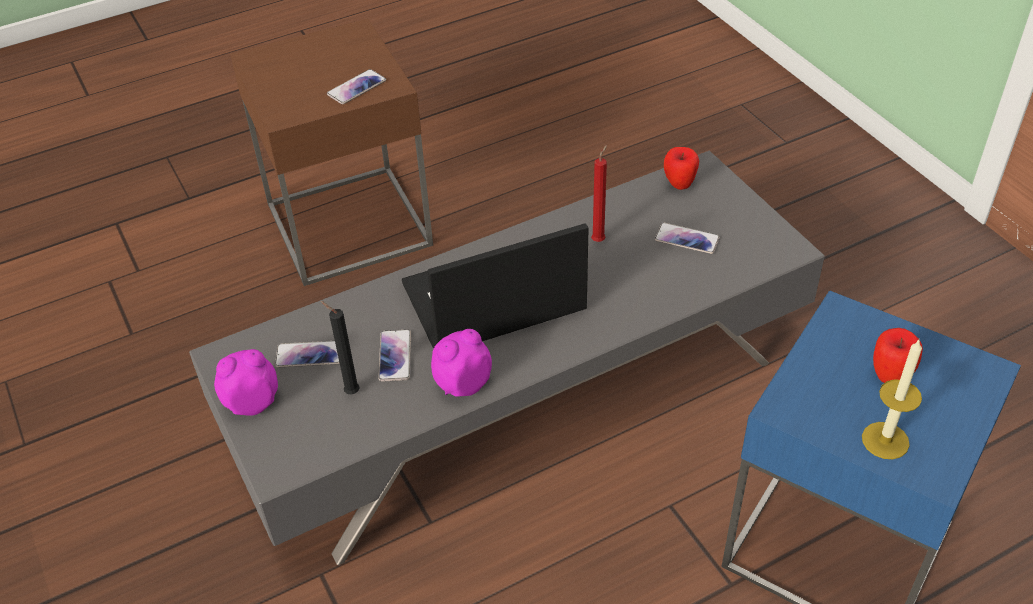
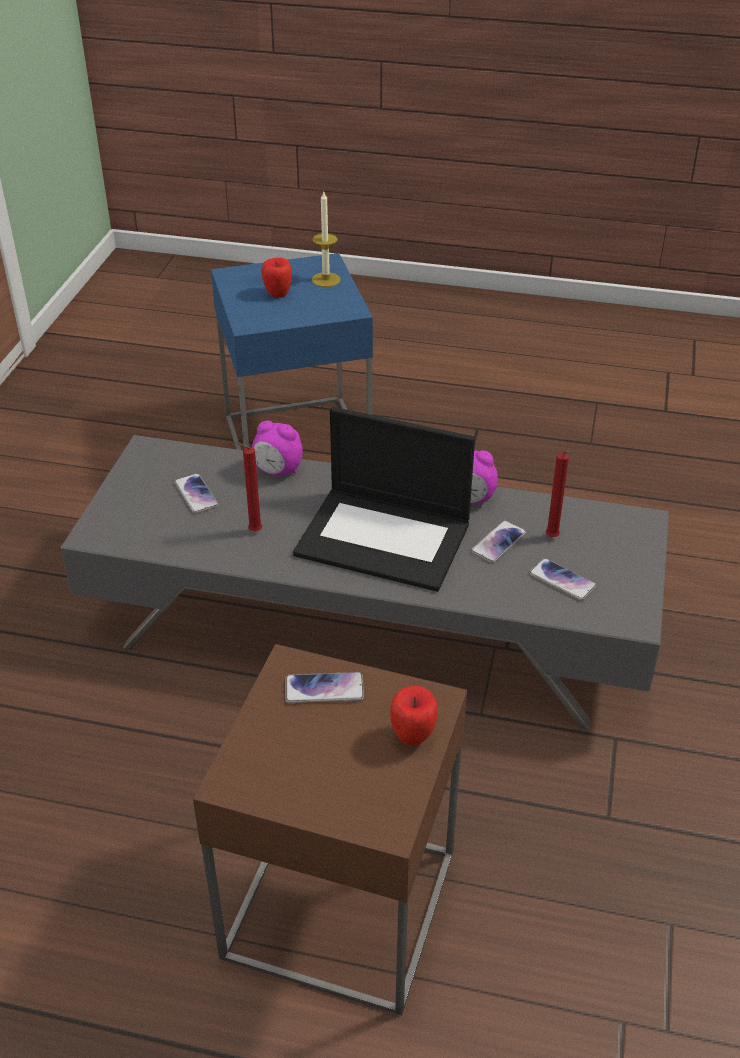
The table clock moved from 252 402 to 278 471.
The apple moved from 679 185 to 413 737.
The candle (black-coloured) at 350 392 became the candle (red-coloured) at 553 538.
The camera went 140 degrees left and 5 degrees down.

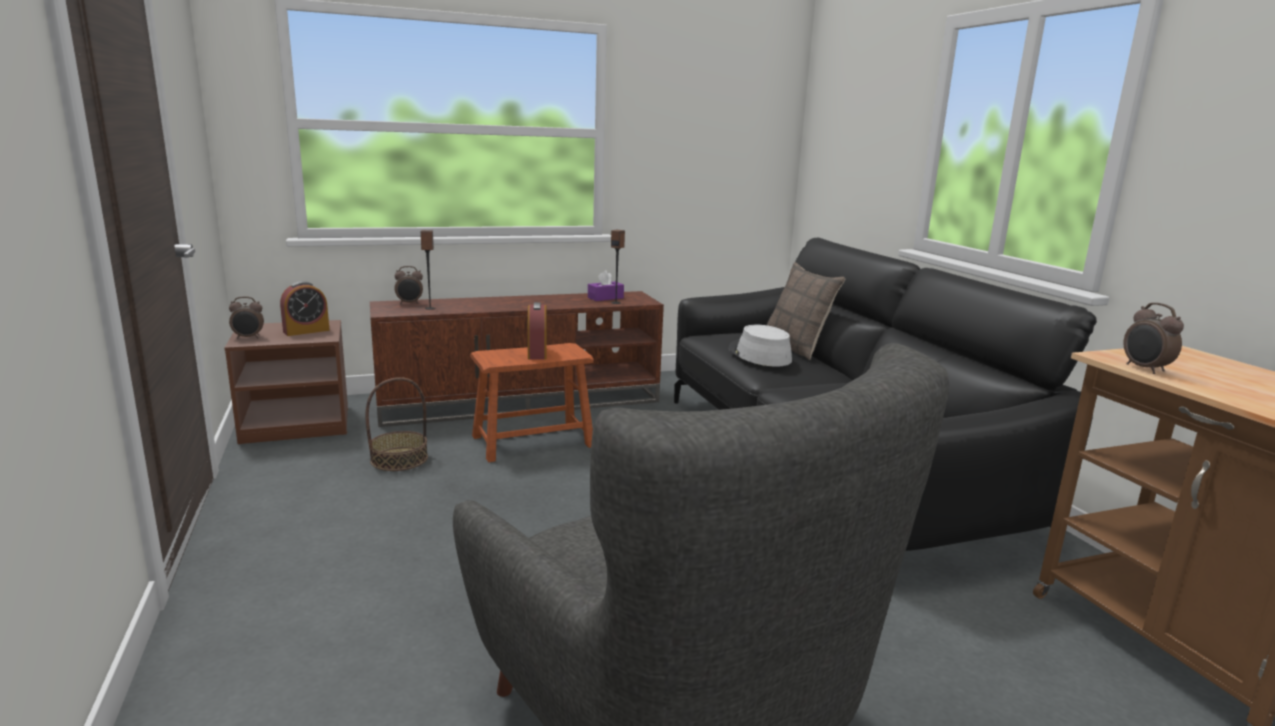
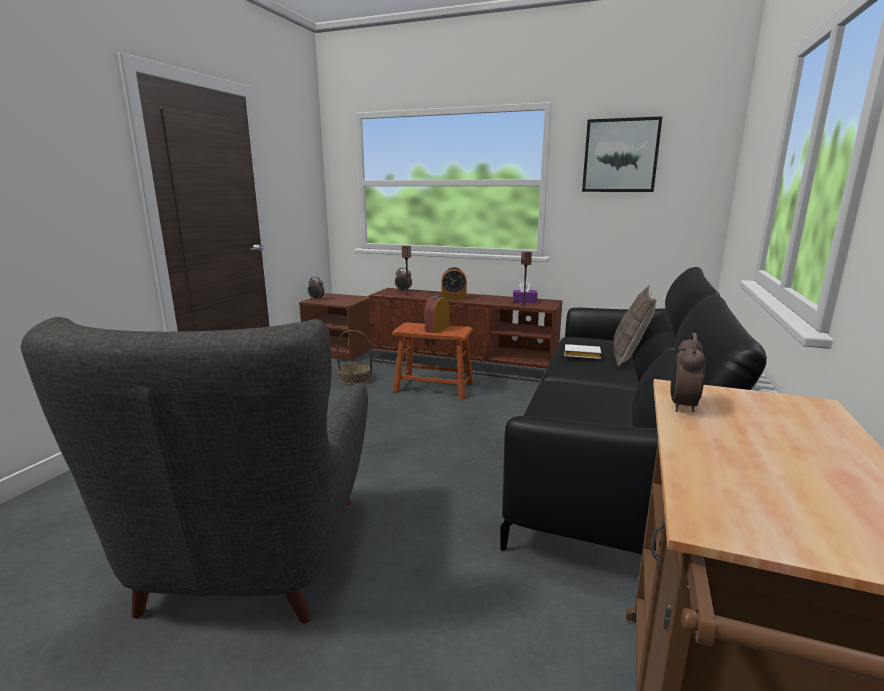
The table clock moved from 306 331 to 453 298.
The wearable hat (grey) at 759 355 was replaced by the book (white) at 580 355.
The wall art at 620 156 appeared.
The camera went 40 degrees right and 0 degrees up.

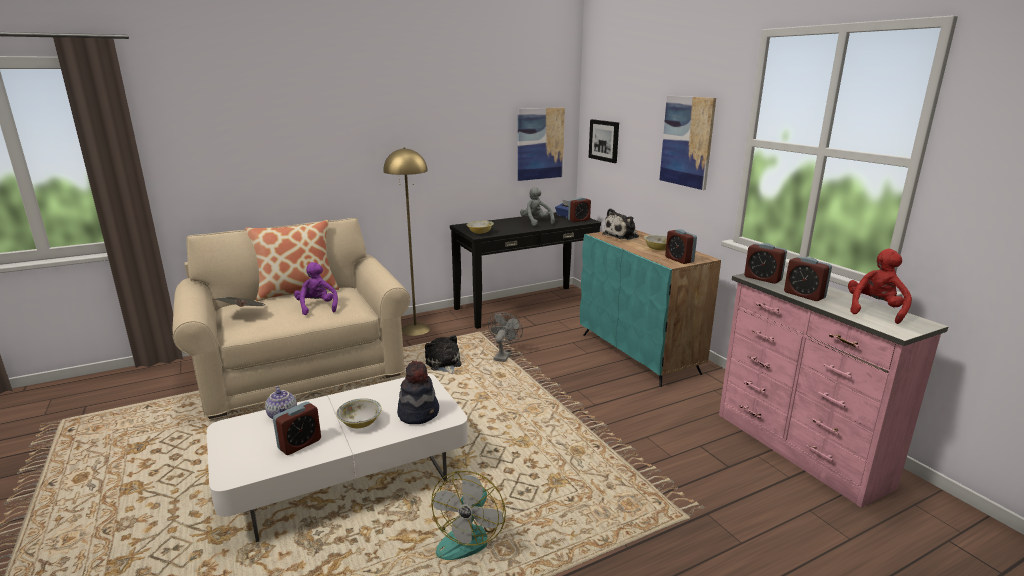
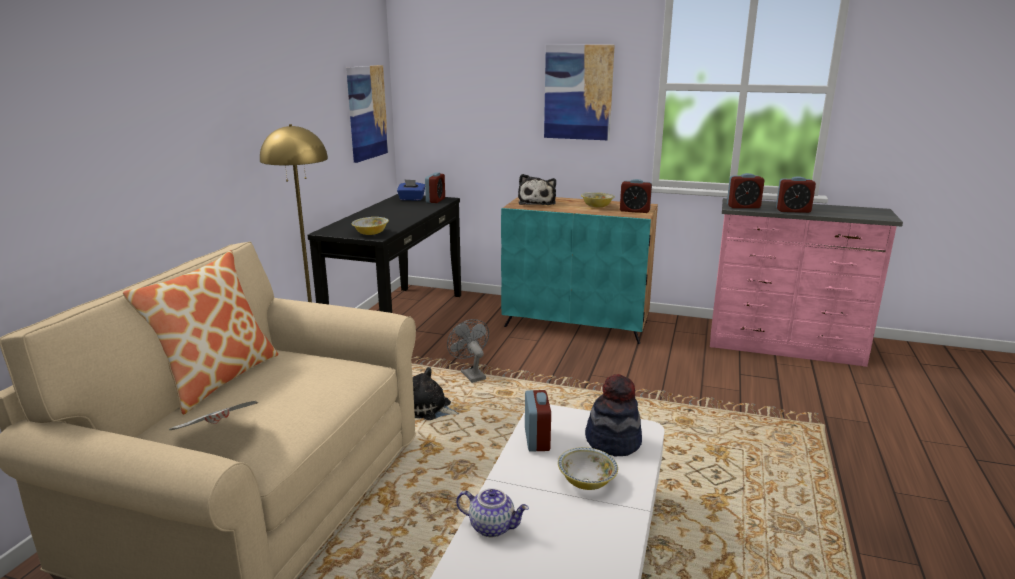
The table clock moved from 300 444 to 537 439.
The plush toy (purple-coloured) at 317 307 disappeared.
The cooling fan at 467 535 disappeared.
The plush toy (grey) at 536 222 disappeared.
The wall art at 604 140 disappeared.
The plush toy (red-coloured) at 874 310 disappeared.
The camera went 45 degrees left and 0 degrees up.

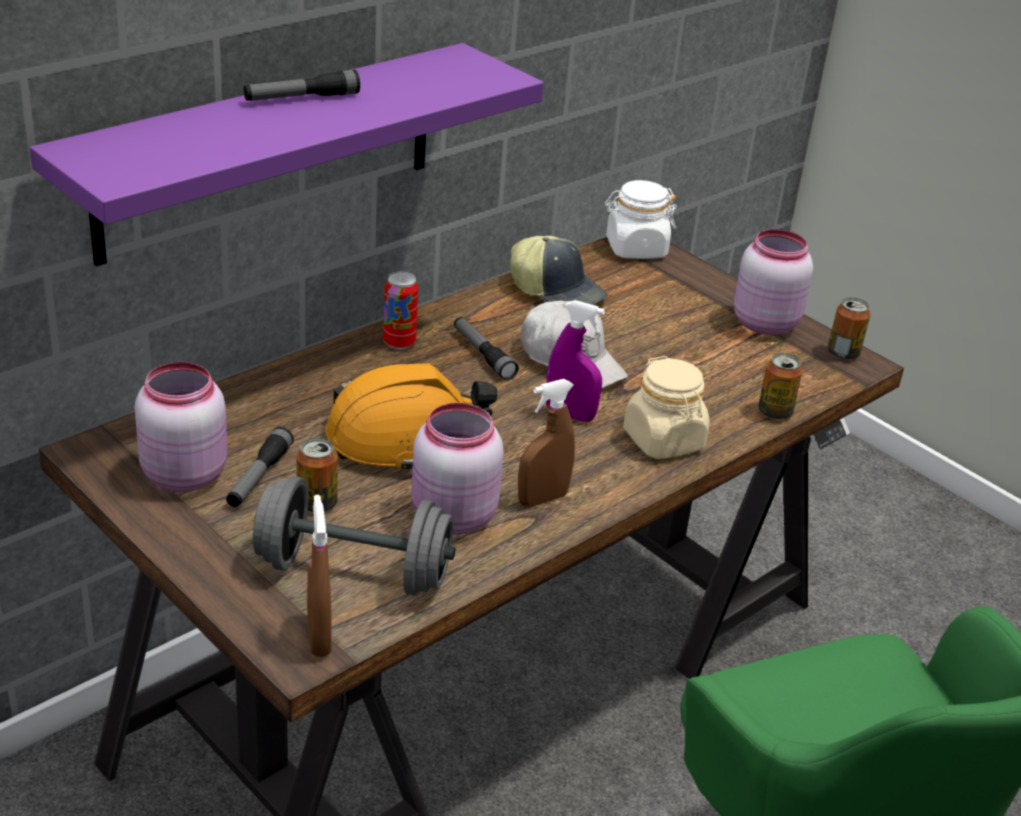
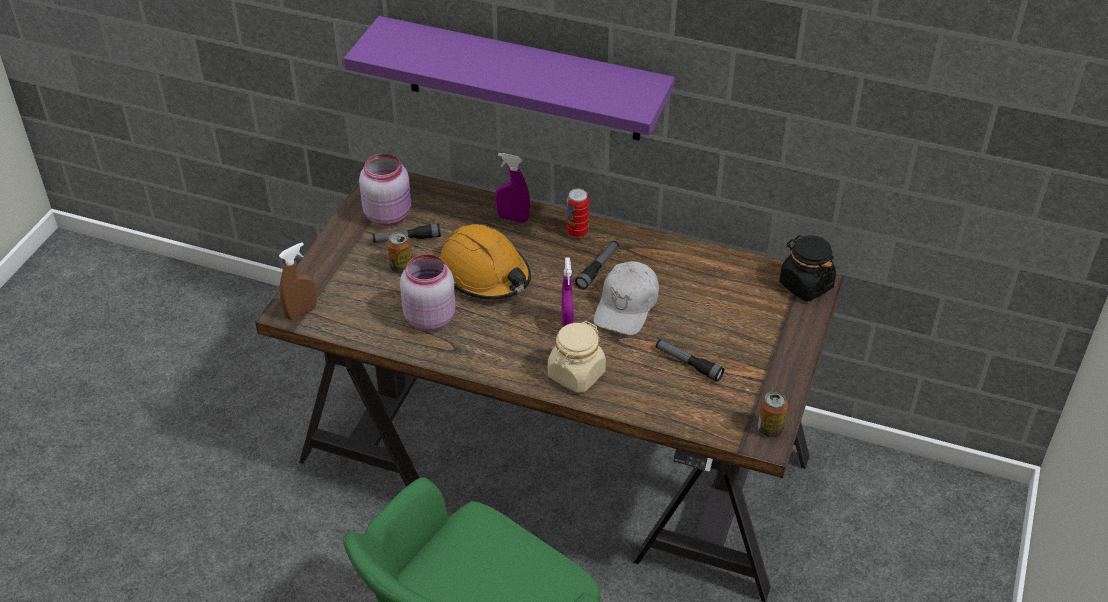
The hand sprayer (purple-coloured) at 513 218 appeared.
The hand torch moved from 301 98 to 688 364.
The preserve jar (white) at 635 249 became the preserve jar (black-coloured) at 805 285.
The dumbbell (grey) at 353 571 disappeared.
The cap at 557 292 disappeared.
The hand sprayer (brownish) at 542 499 disappeared.
The preserve jar (pink-coloured) at 763 323 disappeared.
The can at 774 412 disappeared.
The camera went 65 degrees right and 10 degrees up.

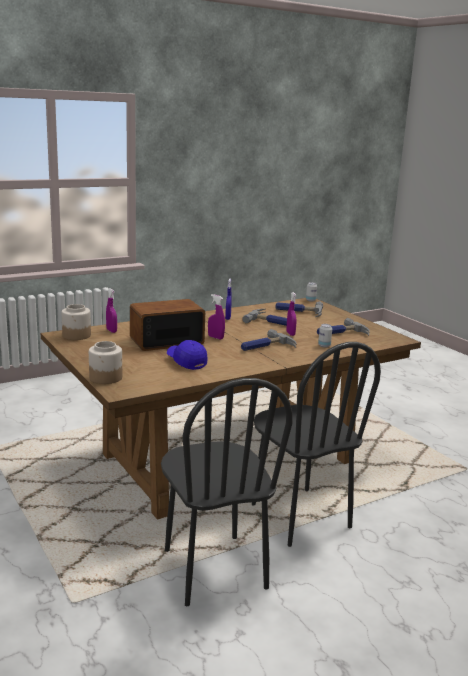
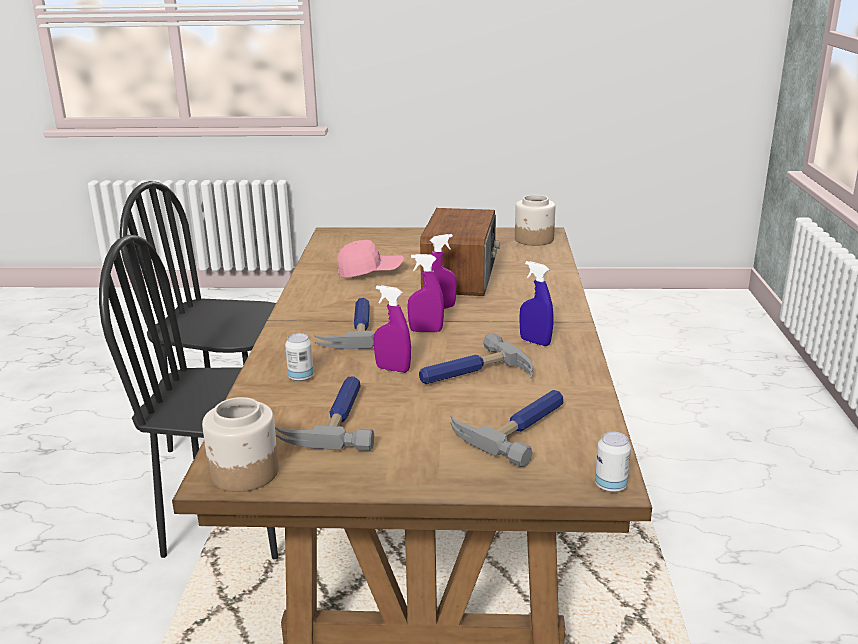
The preserve jar moved from 106 378 to 244 473.
The cap (blue) at 186 362 became the cap (pink-coloured) at 370 272.
The hand sprayer (purple-coloured) moved from 111 331 to 426 331.
The camera went 125 degrees right and 5 degrees up.

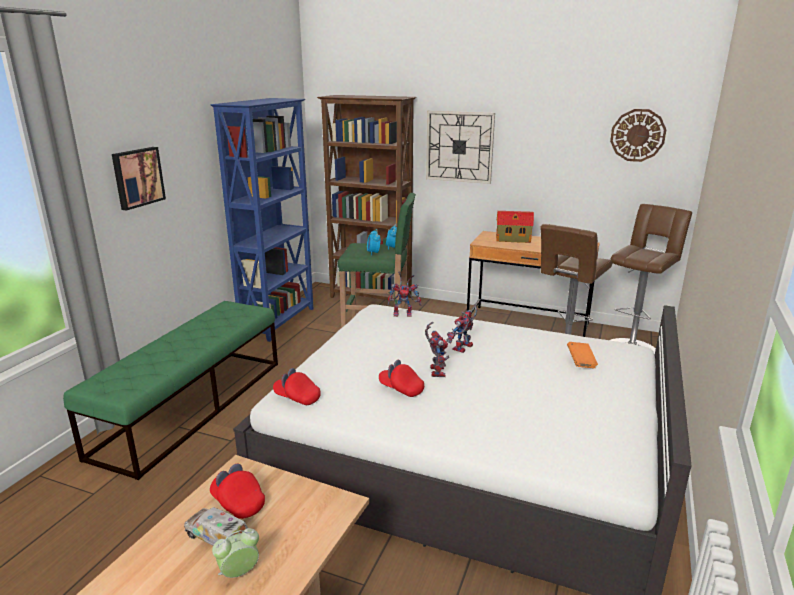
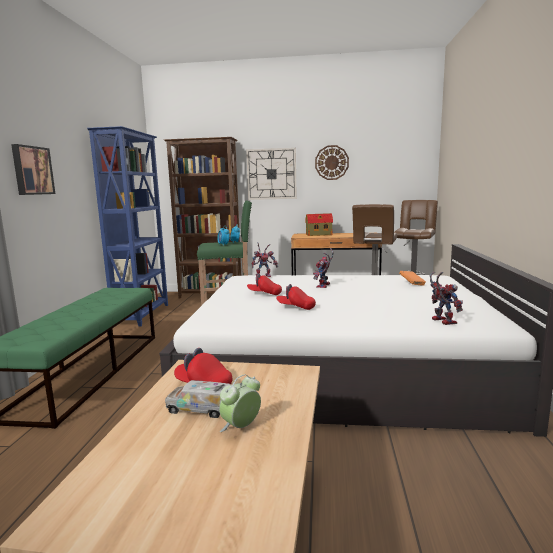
The cap (red-coloured) moved from 297 397 to 264 294.
The clock on the wall moved from 637 135 to 331 162.
The robot figure moved from 435 370 to 440 321.
The camera went 15 degrees left and 10 degrees down.

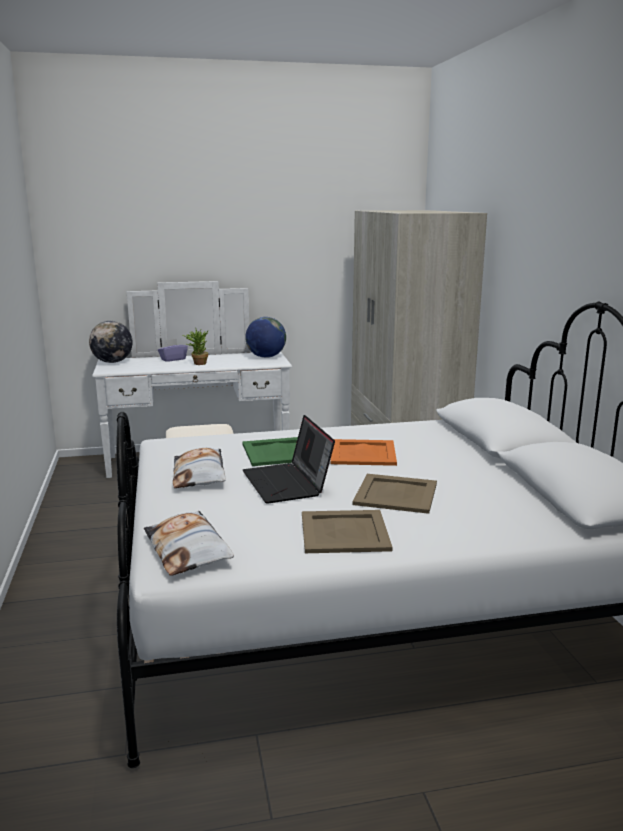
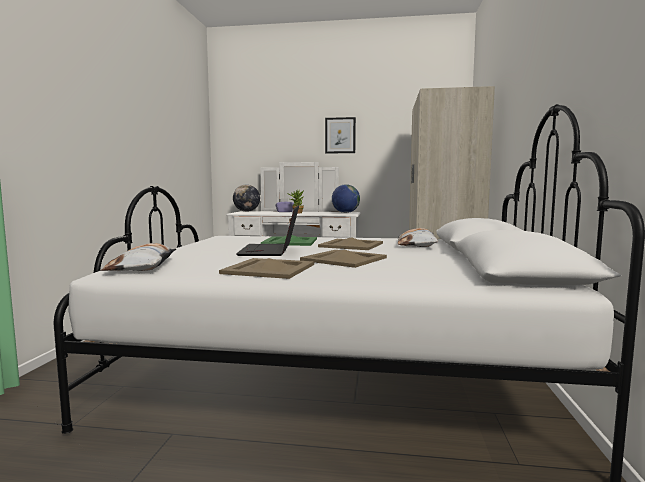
The tray (orangey) at 362 453 became the tray (sand-coloured) at 351 245.
The wall art at 340 135 appeared.
The throw pillow moved from 200 475 to 417 244.
The camera went 20 degrees right and 10 degrees down.

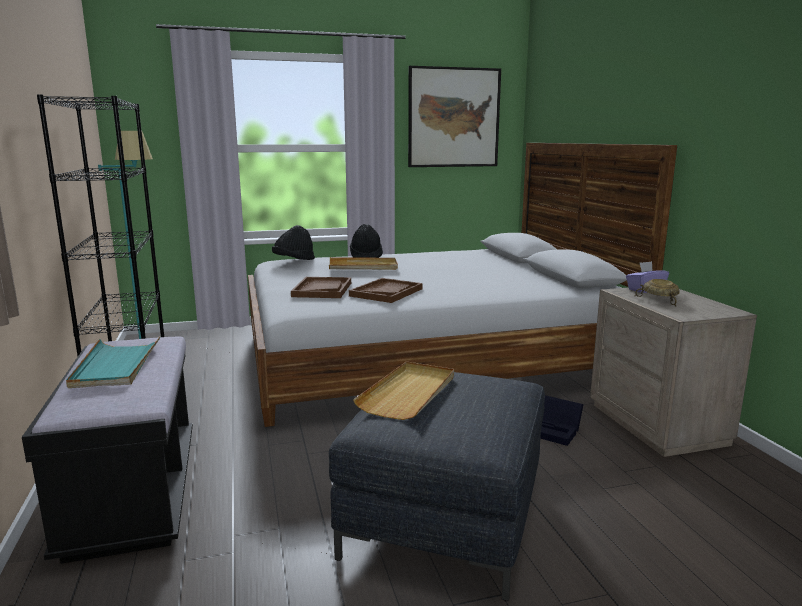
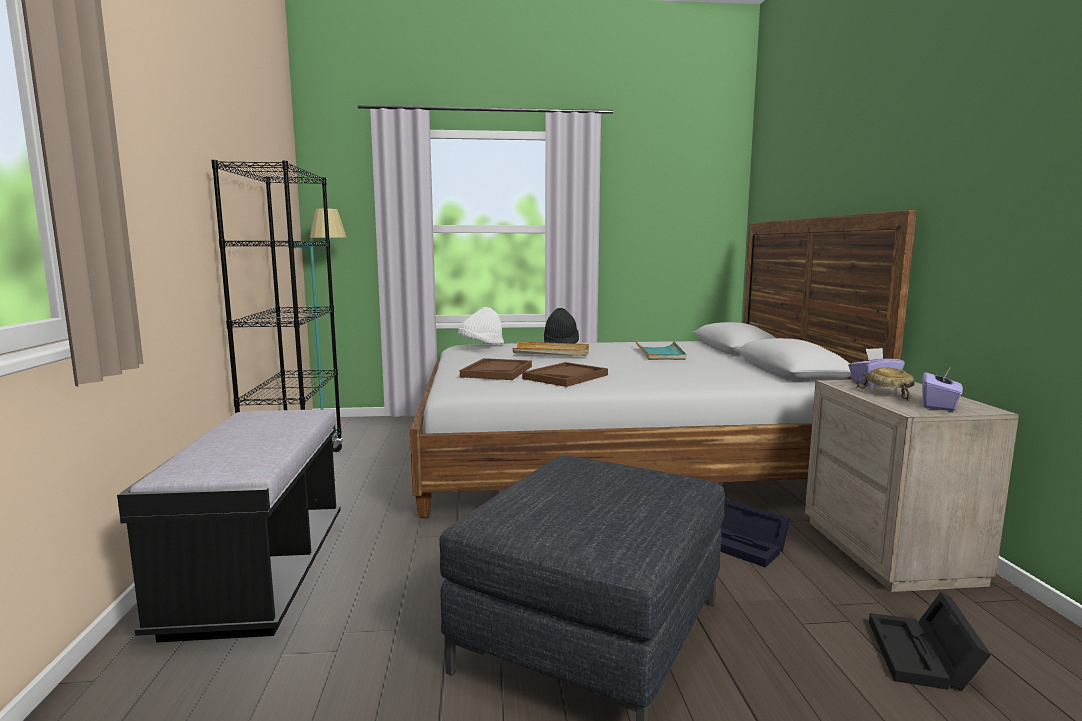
The wearable hat (black-coloured) at 294 261 became the wearable hat (white) at 481 345.
The tray (blue-green) moved from 116 365 to 660 353.
The storage container (black-coloured) at 923 657 appeared.
The box of tissues (purple-coloured) at 939 405 appeared.
The tray (sand-coloured) at 409 393 disappeared.
The wall art at 453 118 disappeared.
The camera went 10 degrees right and 5 degrees down.

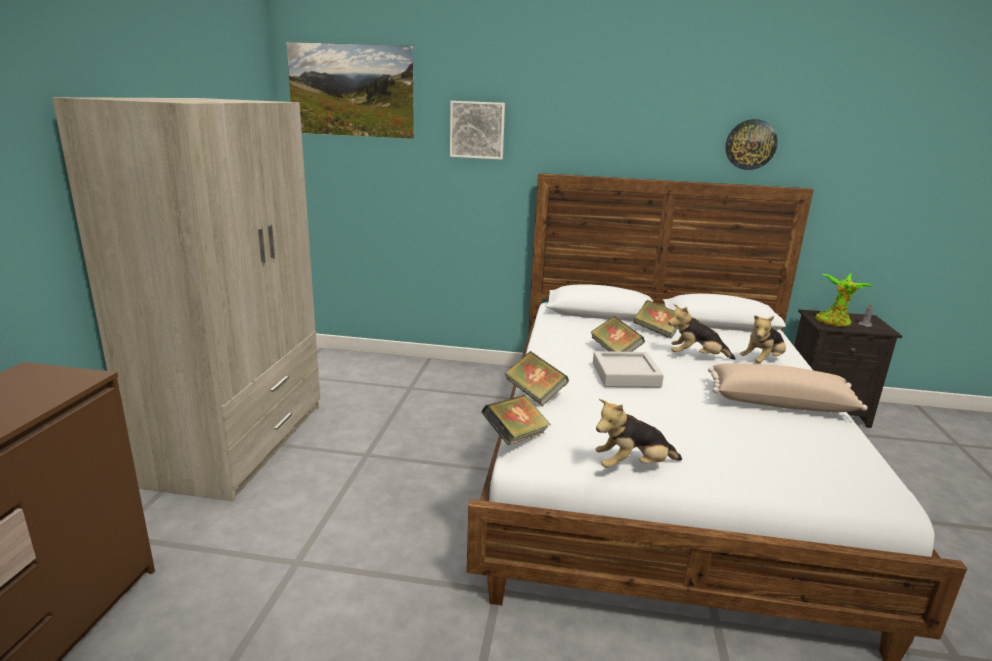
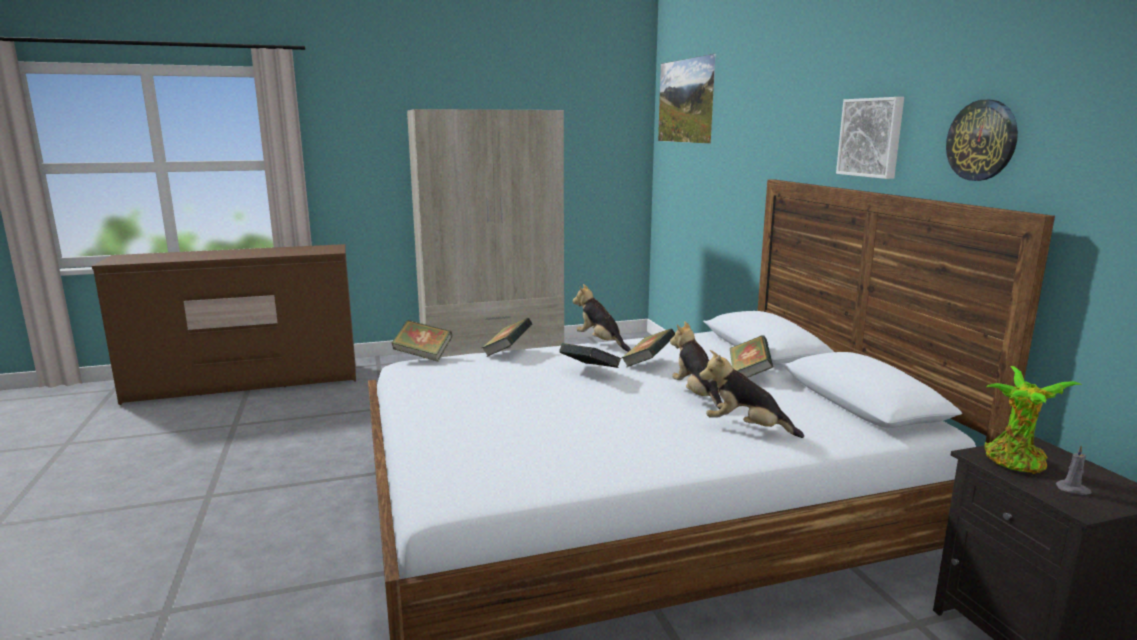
The tray (grey) at 625 375 was replaced by the book at 589 372.
The plush toy moved from 633 466 to 600 342.
The wall art moved from 477 130 to 871 137.
The throw pillow (sand-coloured) at 779 402 disappeared.
The camera went 65 degrees right and 5 degrees down.

